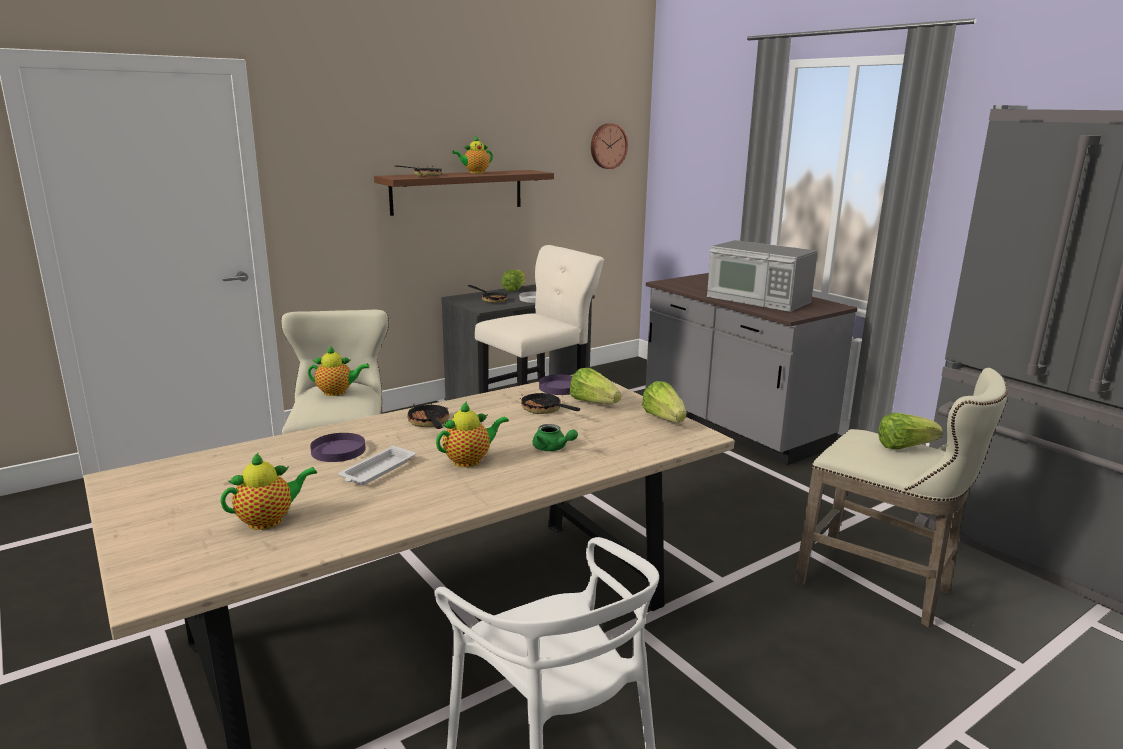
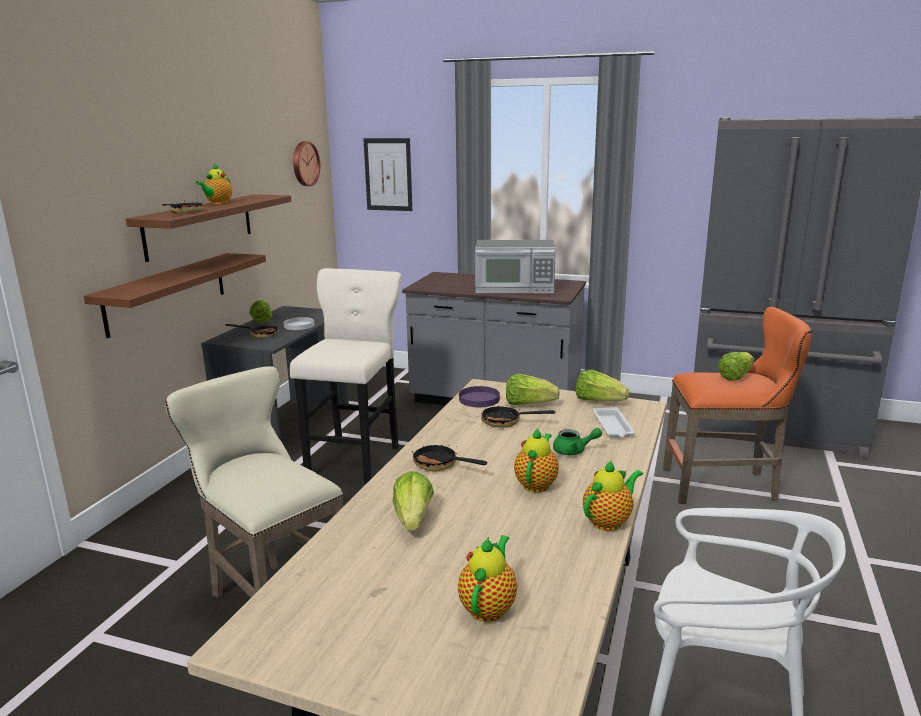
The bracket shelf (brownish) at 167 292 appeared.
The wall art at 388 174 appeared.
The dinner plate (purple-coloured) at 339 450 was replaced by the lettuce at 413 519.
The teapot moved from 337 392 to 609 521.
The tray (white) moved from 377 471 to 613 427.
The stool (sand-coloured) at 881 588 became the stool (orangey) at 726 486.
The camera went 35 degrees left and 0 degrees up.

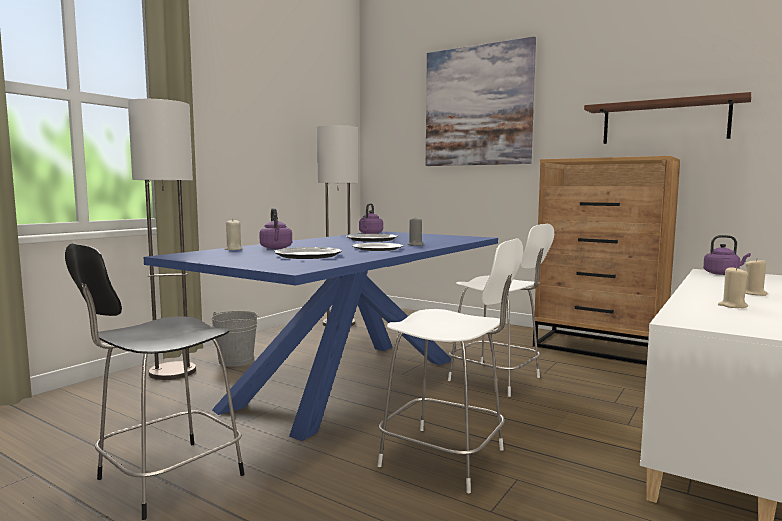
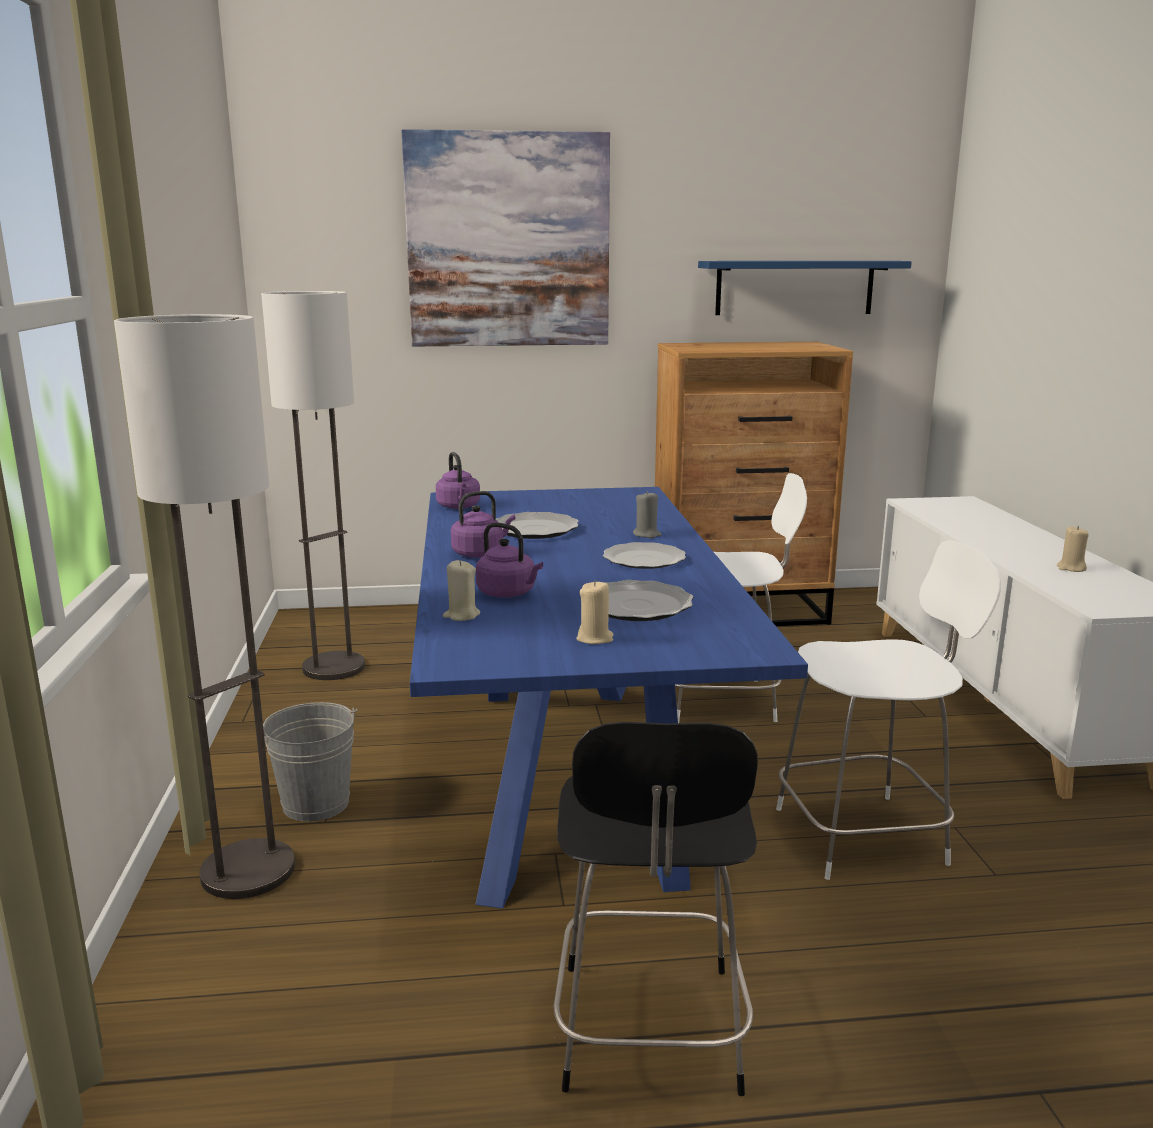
The water kettle (purple-coloured) moved from 722 273 to 480 553.
The candle (sand-coloured) moved from 754 294 to 595 638.
The bracket shelf (brownish) at 664 122 became the bracket shelf (blue) at 794 287.
The camera went 40 degrees left and 10 degrees up.

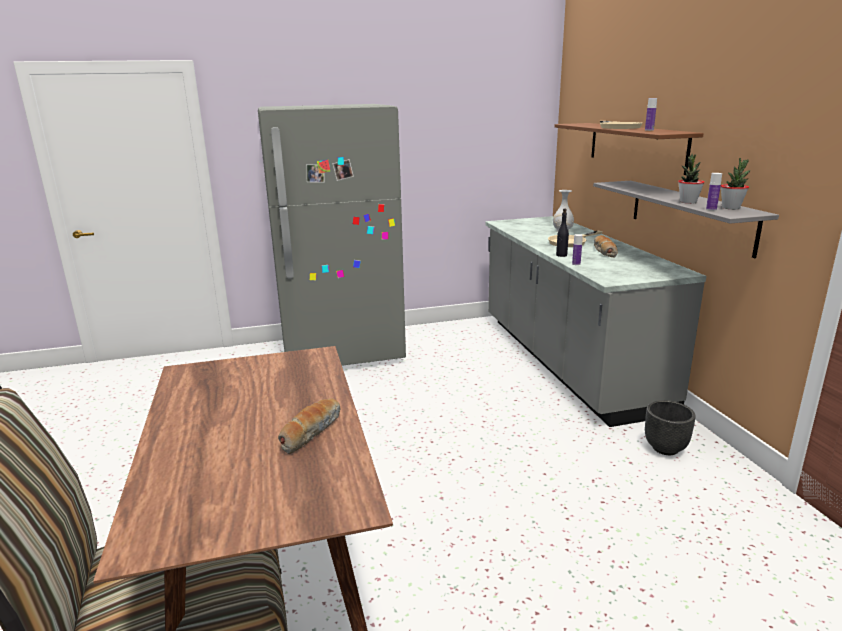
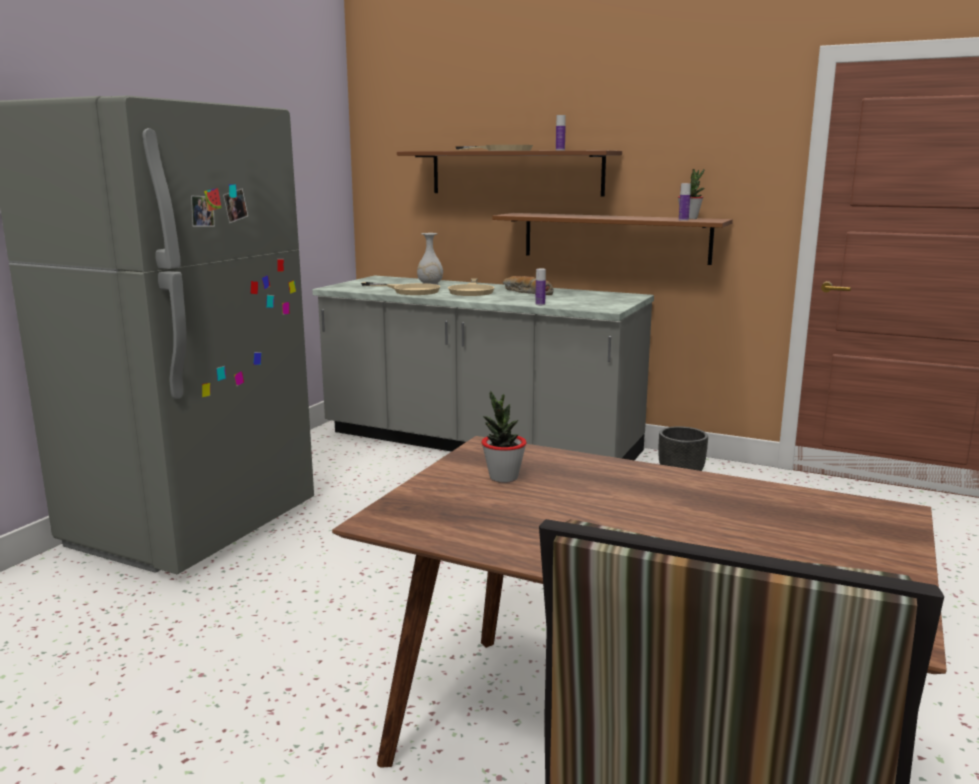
The skillet (sand-coloured) at 409 291 appeared.
The plant in a pot moved from 688 202 to 503 477.
The bracket shelf (grey) at 689 215 became the bracket shelf (brownish) at 615 237.
The bread at 310 431 disappeared.
The bottle (black-coloured) at 561 255 disappeared.
The camera went 50 degrees left and 5 degrees down.

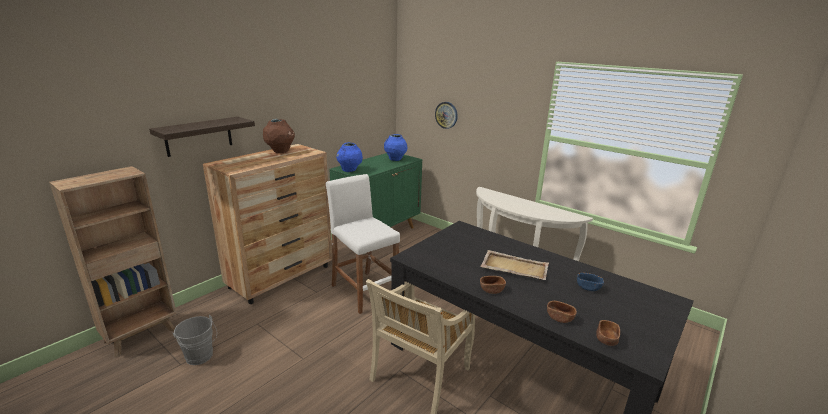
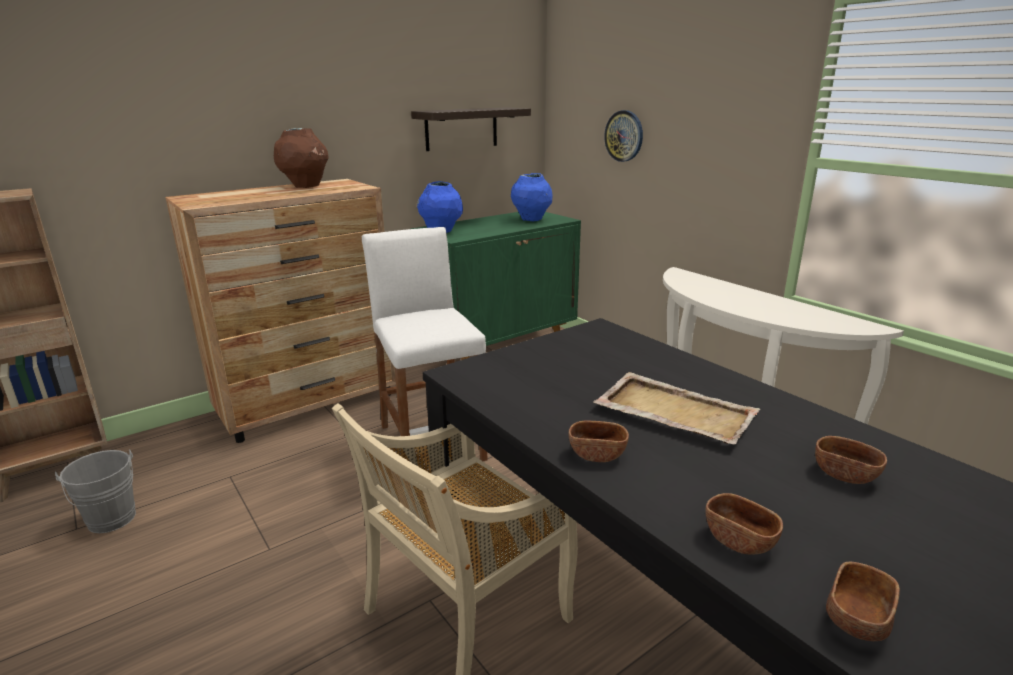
The bracket shelf moved from 199 136 to 461 128.
The bowl (blue) at 588 287 became the bowl (brownish) at 845 474.
The camera went 15 degrees right and 0 degrees up.

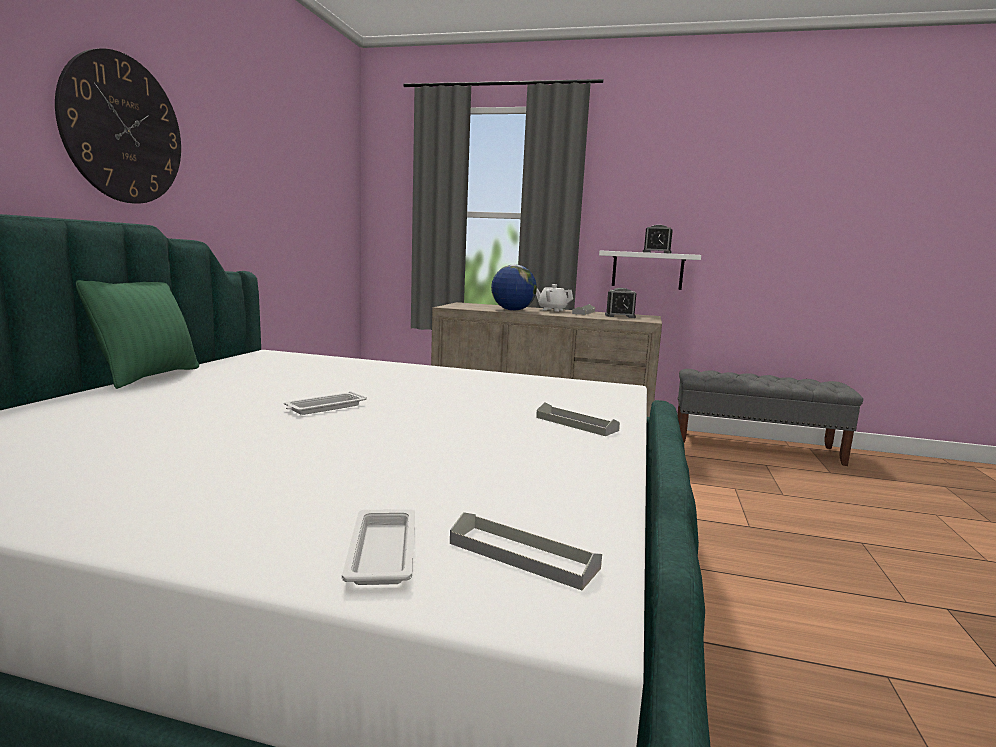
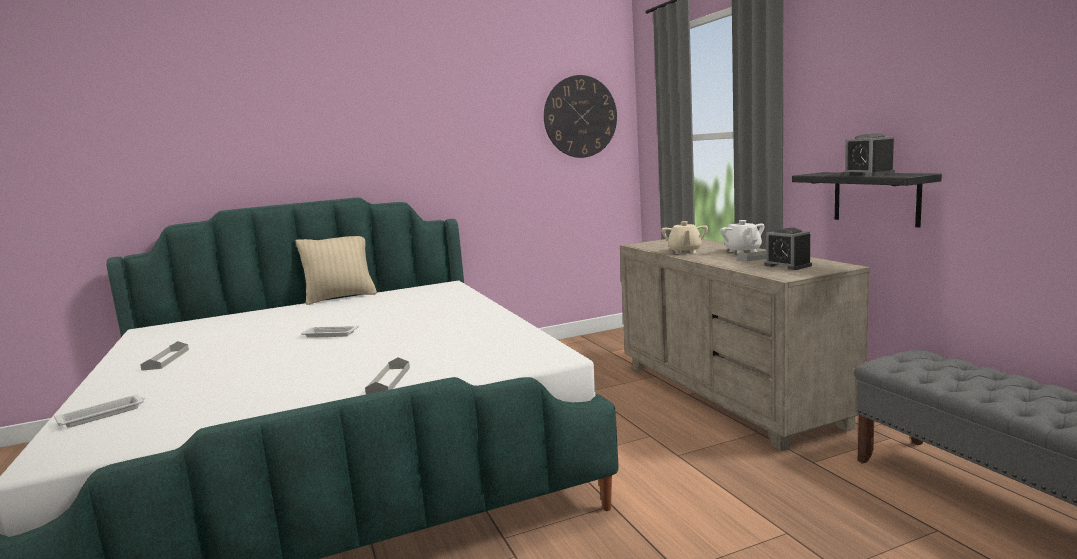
The tray (grey) moved from 523 555 to 166 359.
The throw pillow (green-coloured) at 148 376 became the throw pillow (sand-coloured) at 341 298.
The clock on the wall moved from 123 129 to 580 116.
The world globe at 512 310 was replaced by the teapot (sand-coloured) at 684 251.
The bracket shelf (white) at 647 270 became the bracket shelf (black-coloured) at 875 198.
The camera went 55 degrees right and 0 degrees up.

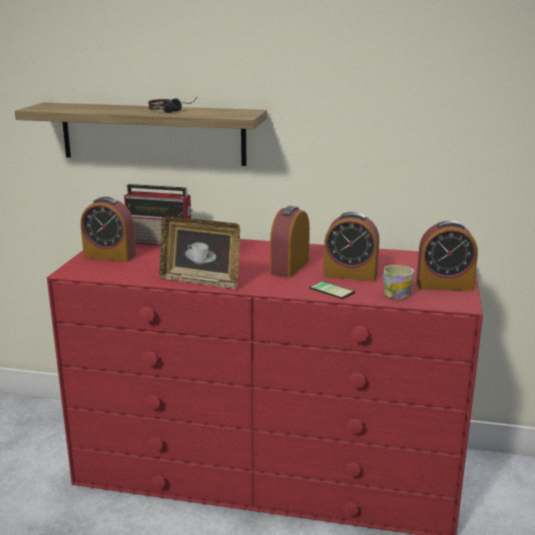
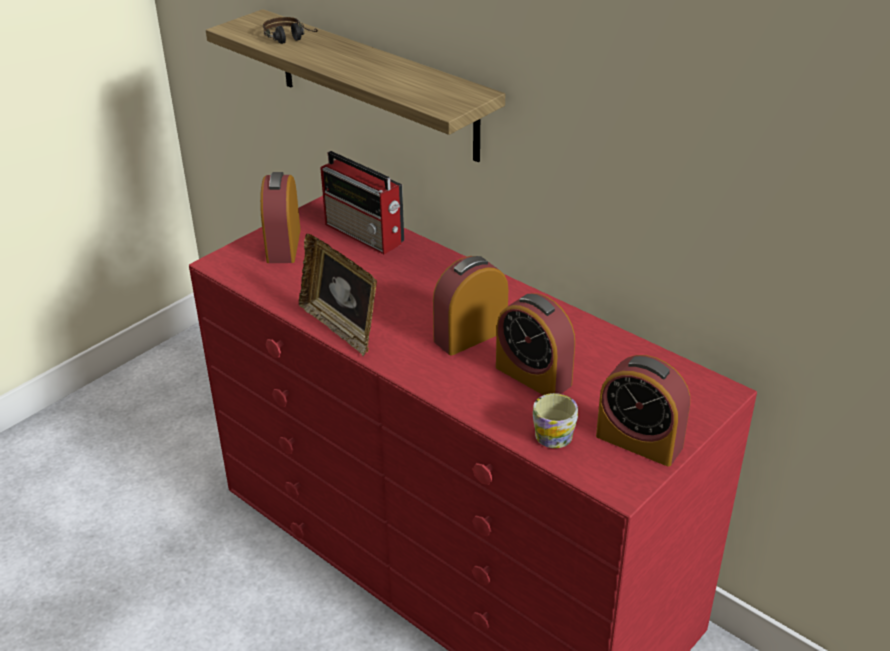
The table clock at 110 256 turned 45 degrees clockwise.
The headphones moved from 173 111 to 291 40.
The handset at 333 289 disappeared.
The camera went 30 degrees right and 15 degrees up.

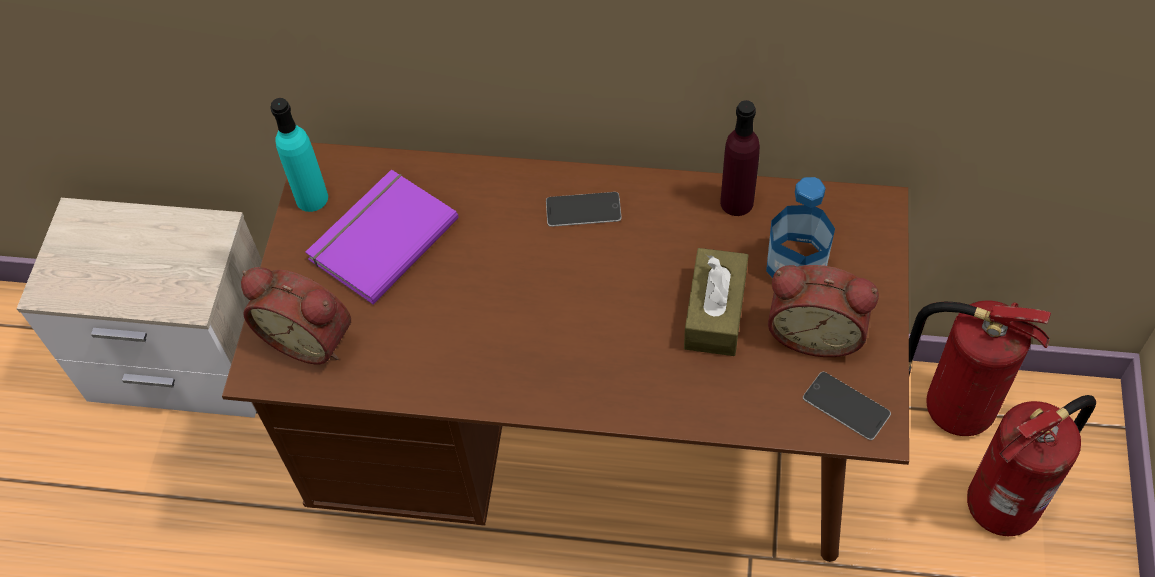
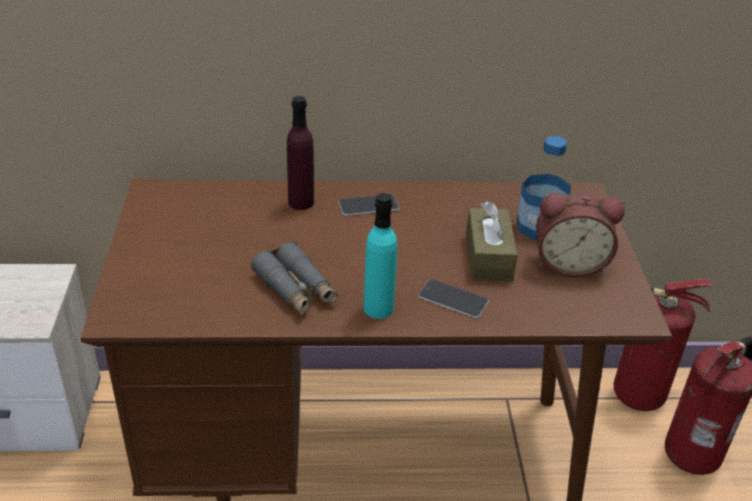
The binoculars (grey) at 296 289 appeared.
The bottle (purple-coloured) moved from 737 202 to 301 202.
The bottle (blue-green) moved from 312 198 to 378 308.
The handset moved from 846 406 to 453 299.
The table clock at 310 336 disappeared.
The book (purple-coloured) at 380 238 disappeared.
The camera went 15 degrees left and 20 degrees down.

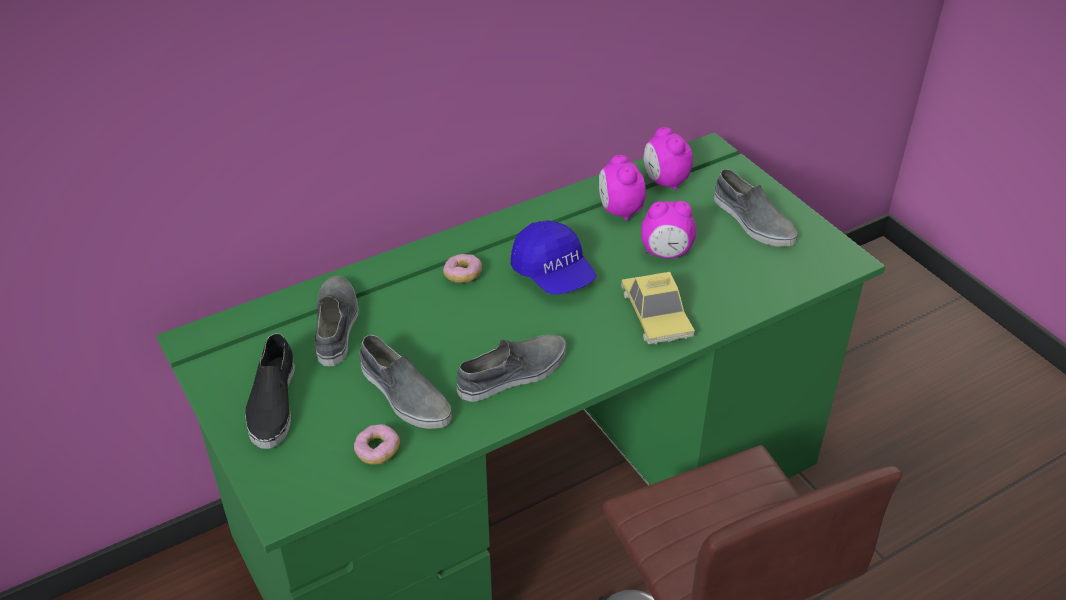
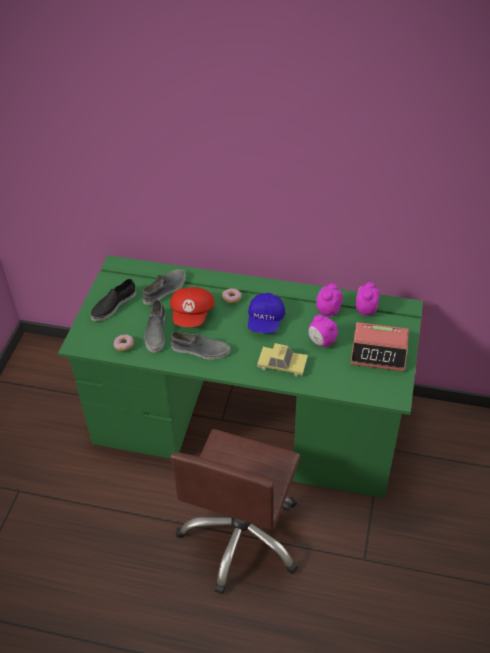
The cap (red-coloured) at 193 315 appeared.
The model car at 656 314 turned 105 degrees counterclockwise.
The low shoe (grey) at 752 221 was replaced by the table clock at 379 352.
The camera went 45 degrees right and 5 degrees up.

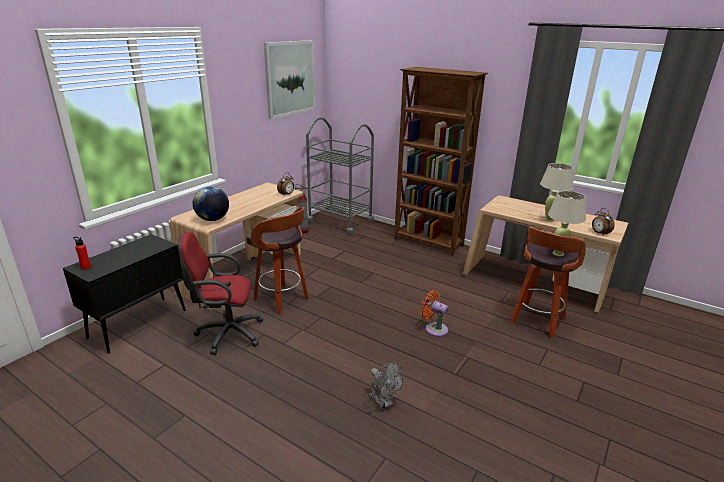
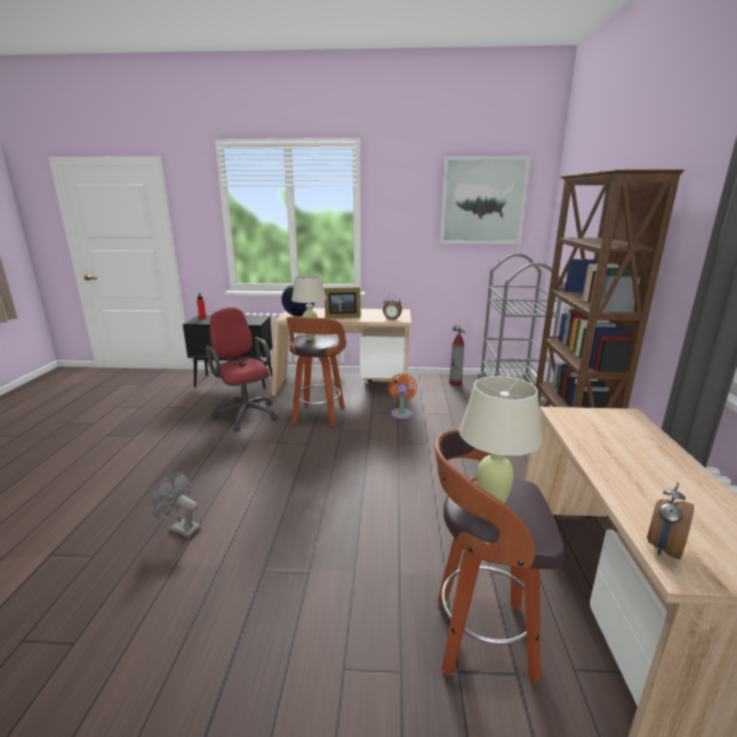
The cooling fan (grey) at 383 403 turned 90 degrees clockwise.
The tabletop lamp (sand-coloured) moved from 549 219 to 310 338.
The photo frame at 341 317 appeared.
The cooling fan (orangey) moved from 434 328 to 401 413.
The camera went 60 degrees right and 5 degrees down.

